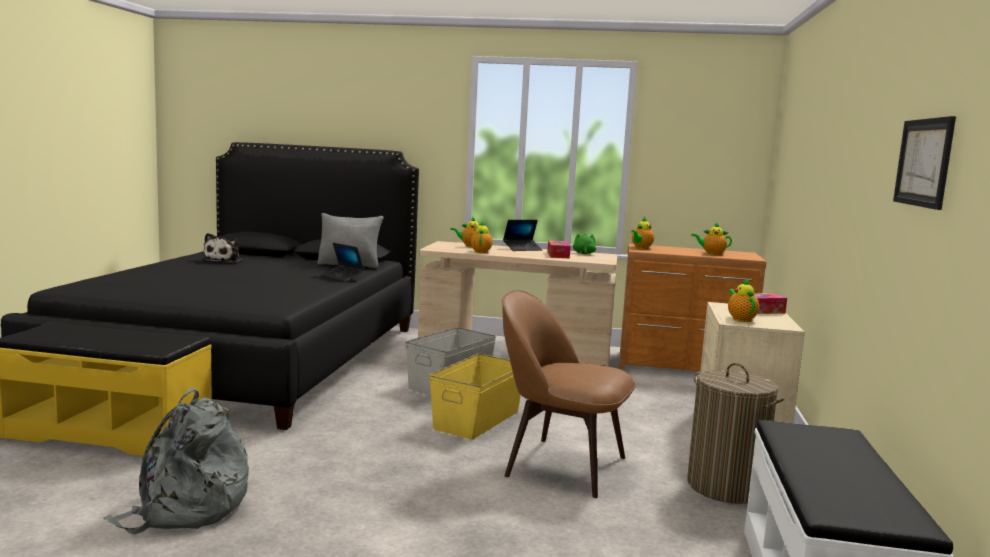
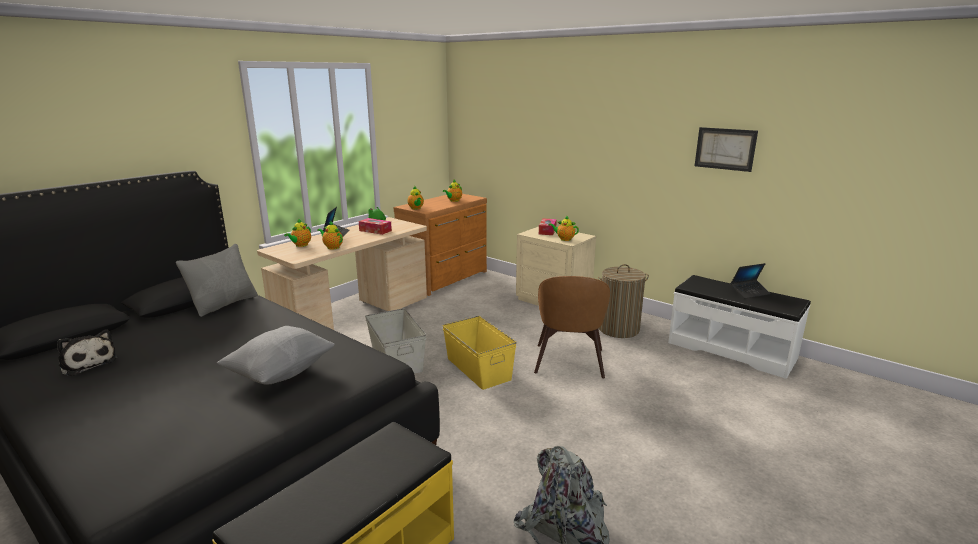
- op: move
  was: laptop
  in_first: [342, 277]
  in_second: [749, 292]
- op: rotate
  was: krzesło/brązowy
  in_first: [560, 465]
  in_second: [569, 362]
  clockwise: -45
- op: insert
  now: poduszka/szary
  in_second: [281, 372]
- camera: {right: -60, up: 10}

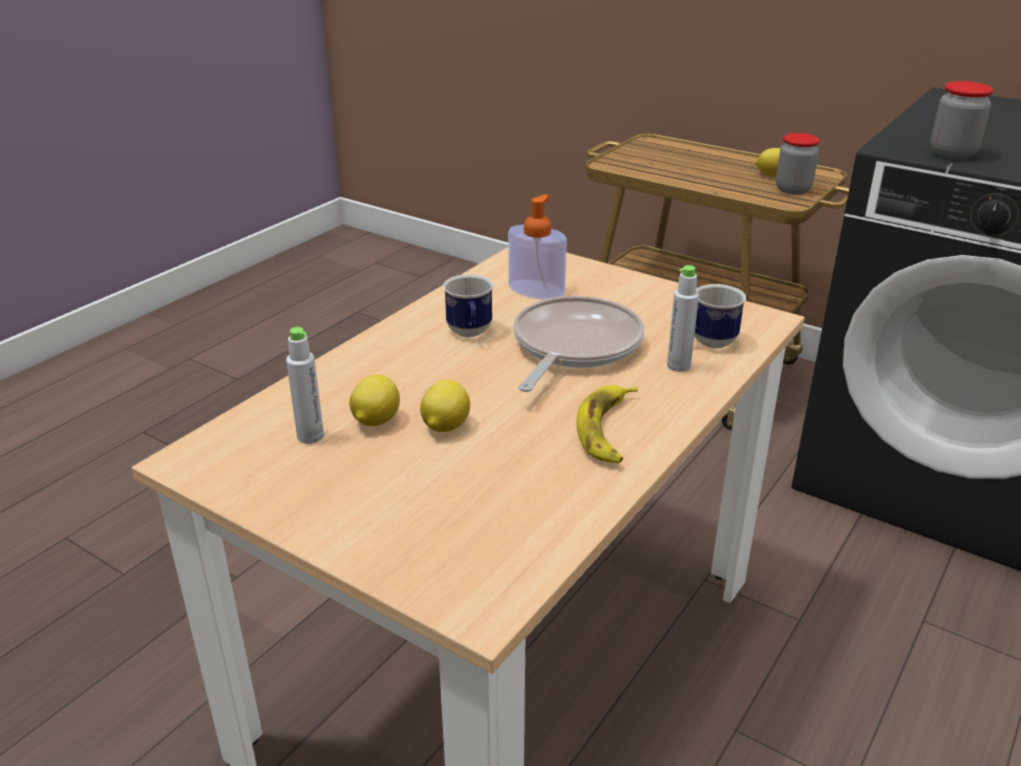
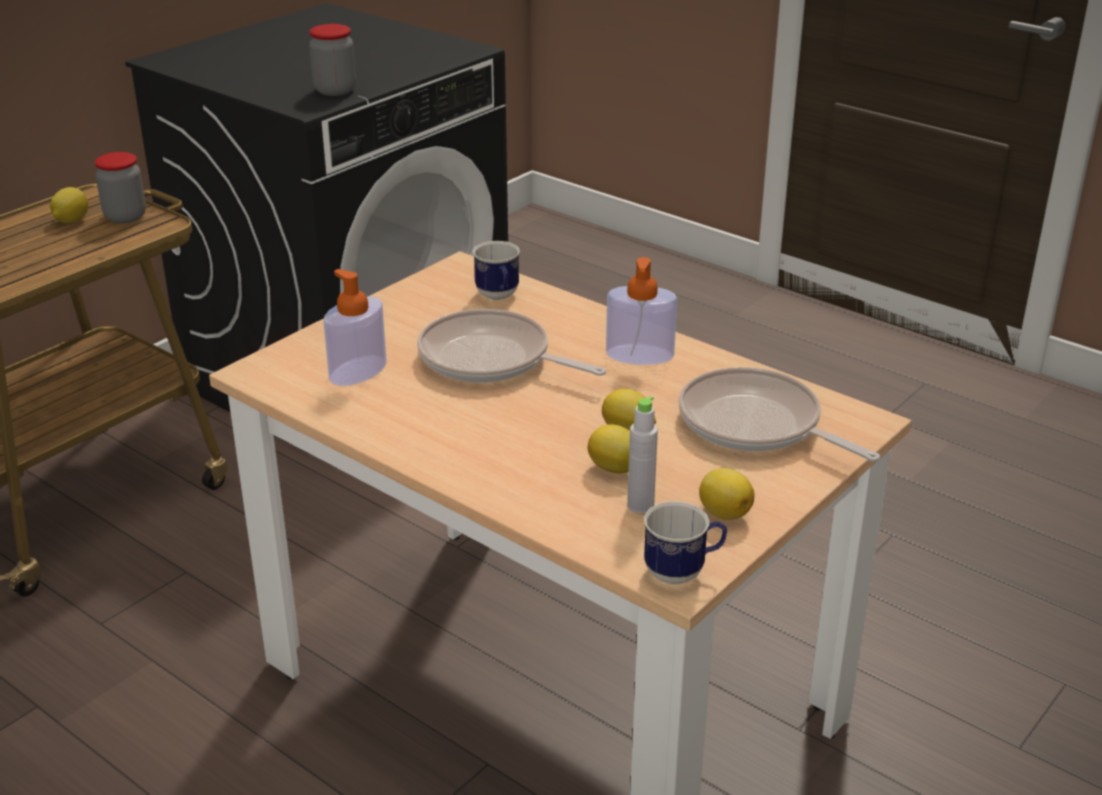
- op: delete
  was: butelka/szary
  in_first: [678, 366]
- op: move
  was: kubek
  in_first: [470, 334]
  in_second: [683, 572]
- op: replace
  was: banan
  now: dozownik mydła
  in_first: [608, 430]
  in_second: [639, 355]
- op: insert
  now: patelnia
  in_second: [756, 425]
- op: insert
  now: cytryna
  in_second: [723, 512]
- camera: {right: -85, up: 0}

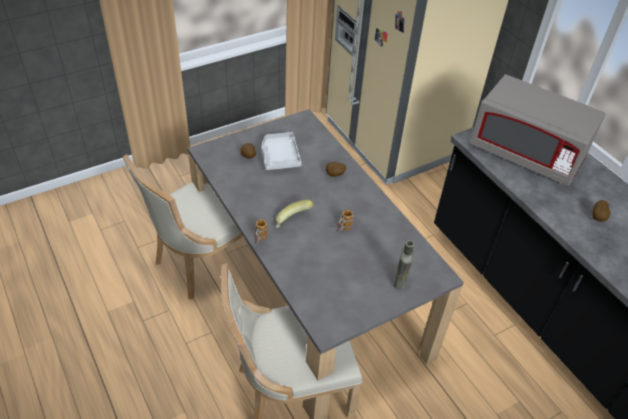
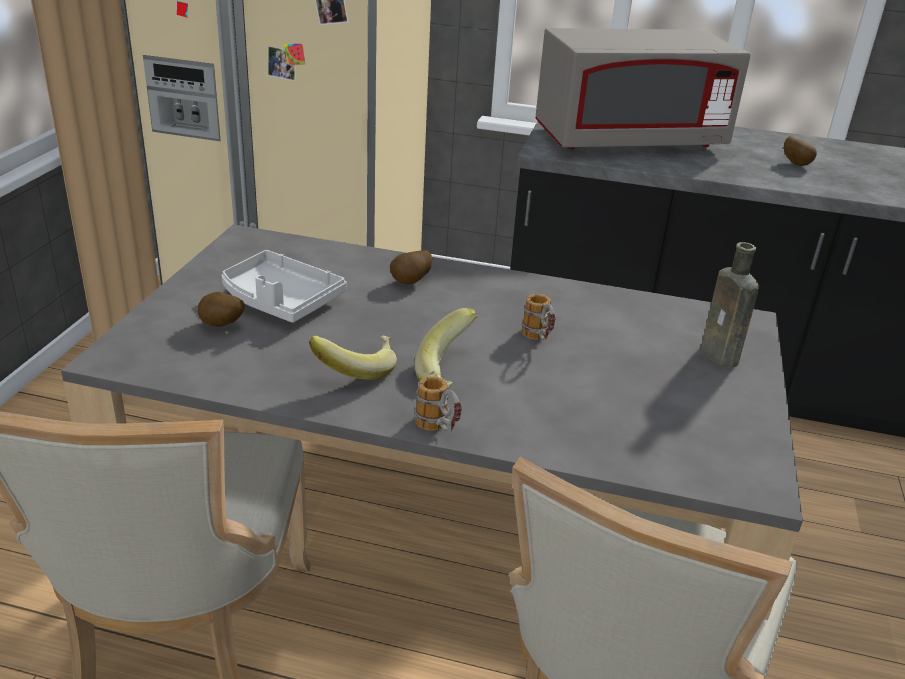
- op: insert
  now: banan
  in_second: [356, 369]
- camera: {right: -45, up: -15}

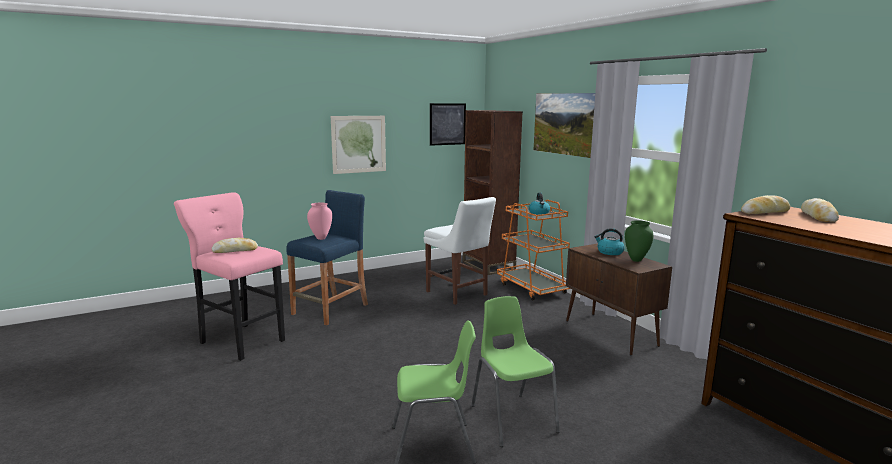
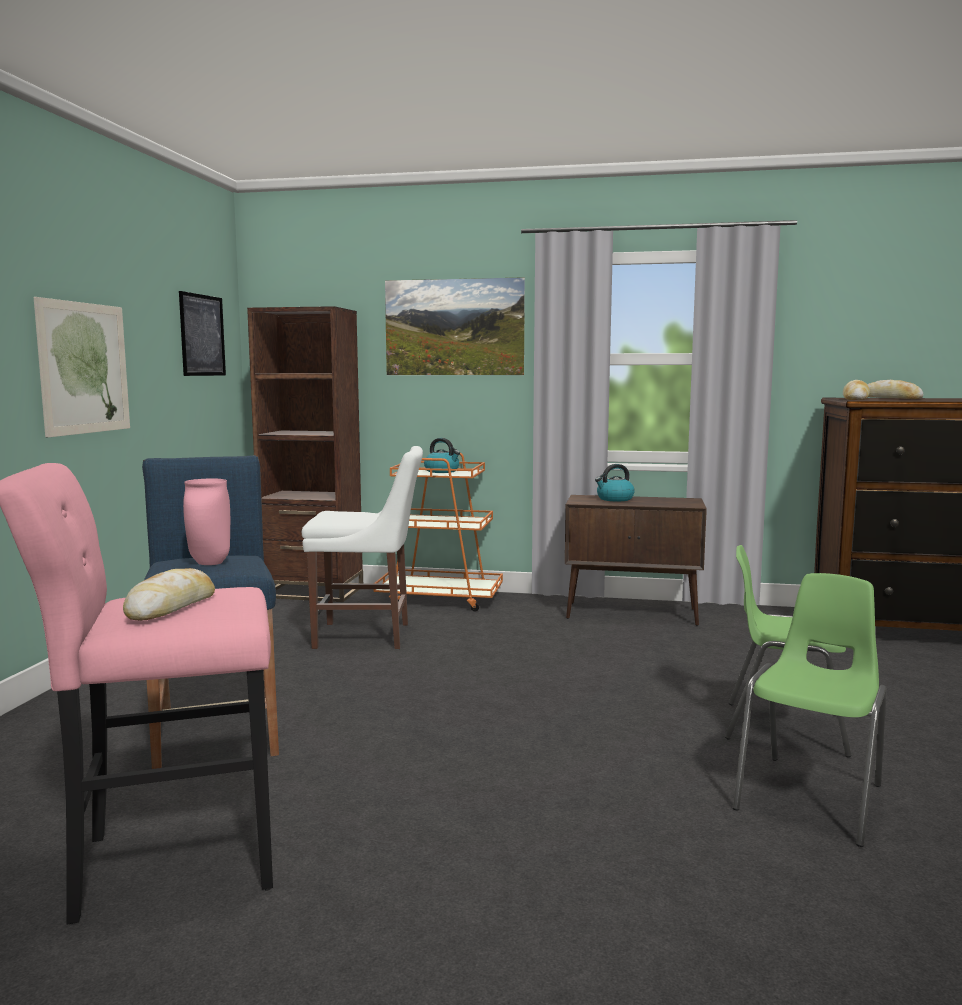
- op: delete
  was: wazon/zielony
  in_first: [636, 260]
- camera: {right: -50, up: -5}

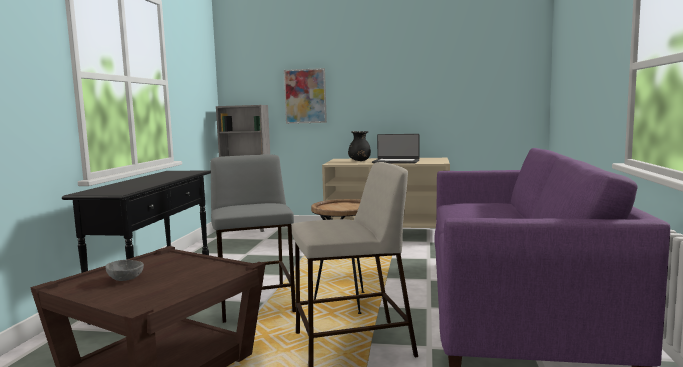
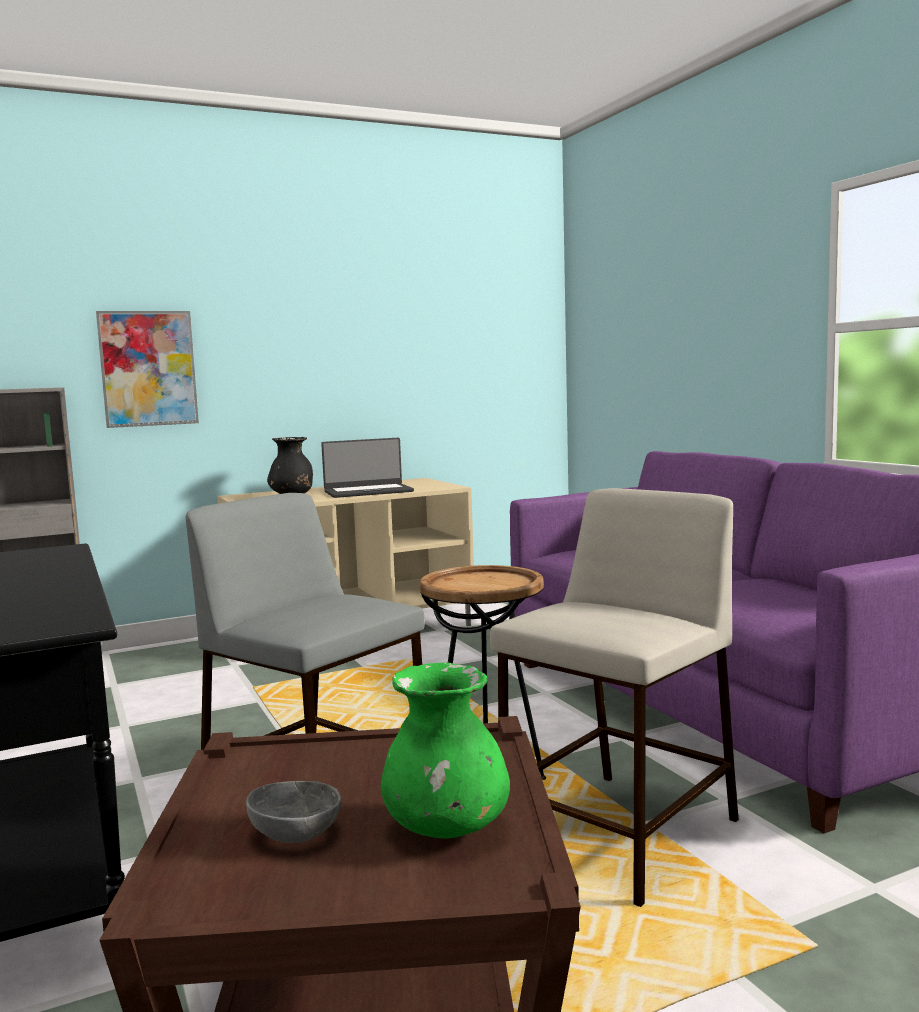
- op: insert
  now: wazon/zielony
  in_second: [447, 829]
- camera: {right: -35, up: 0}

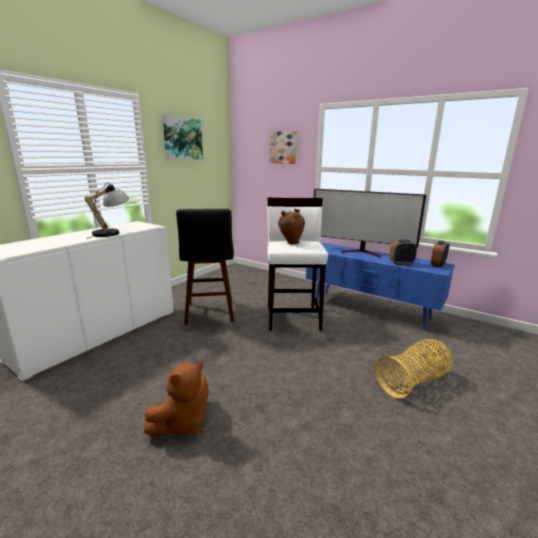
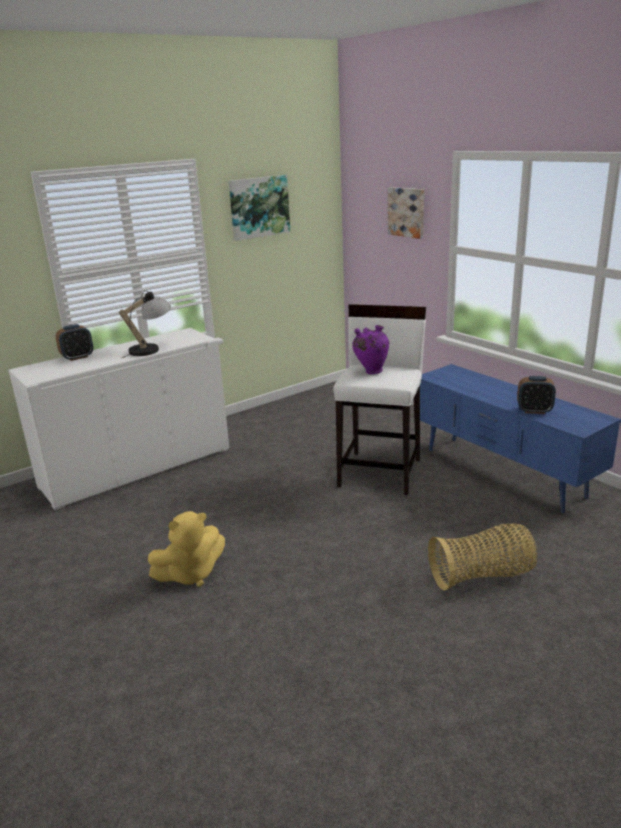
- op: delete
  was: telewizor
  in_first: [362, 252]
- op: delete
  was: stołek/czarny
  in_first: [209, 313]
- op: recolor
  was: wazon/brązowy
  now: wazon/fioletowy
  in_first: [290, 243]
  in_second: [371, 371]
- op: move
  was: budzik
  in_first: [438, 265]
  in_second: [77, 357]
- op: recolor
  was: pluszak/brązowy
  now: pluszak/żółty
  in_first: [182, 423]
  in_second: [191, 574]
- camera: {right: 20, up: 5}

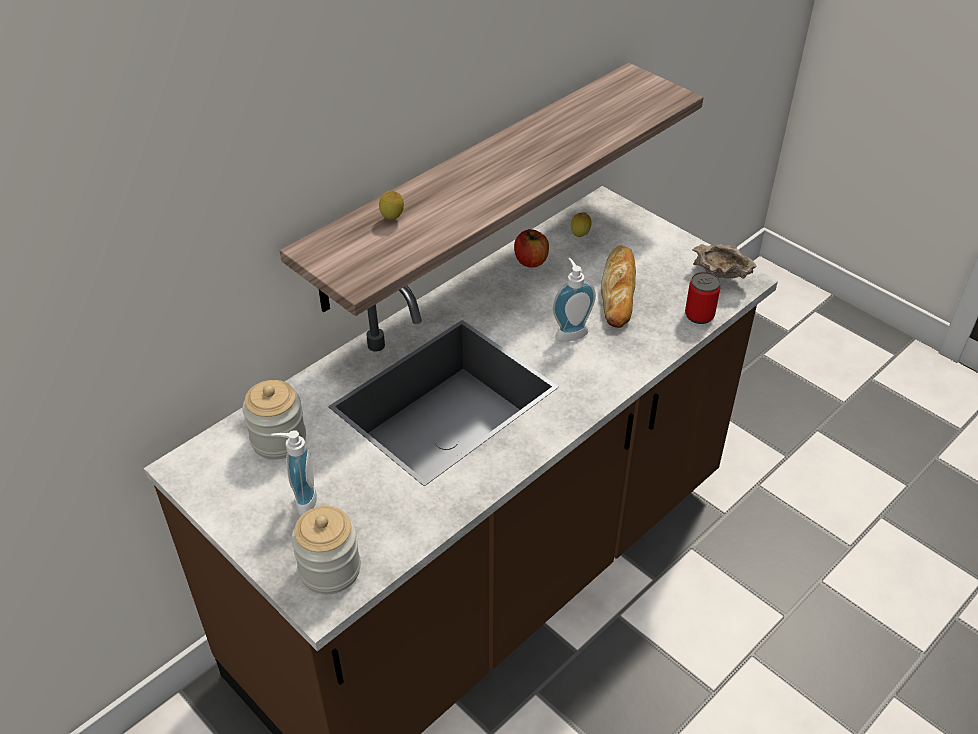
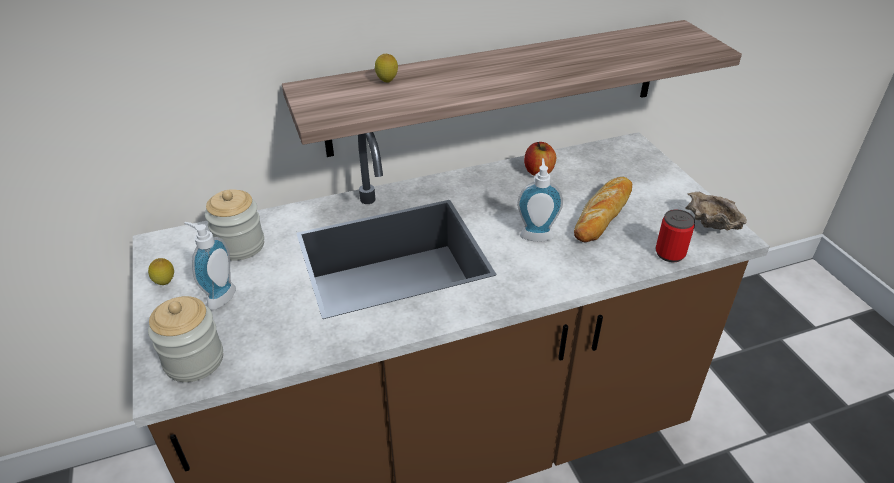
- op: move
  was: cytryna
  in_first: [580, 236]
  in_second: [165, 284]
- camera: {right: 25, up: -5}

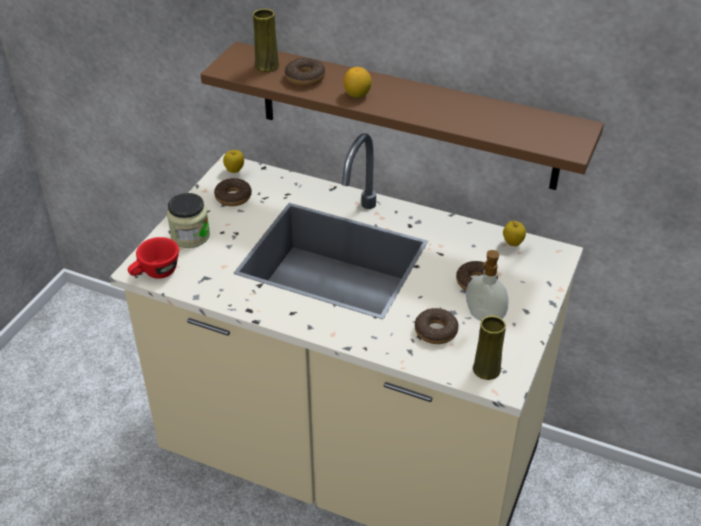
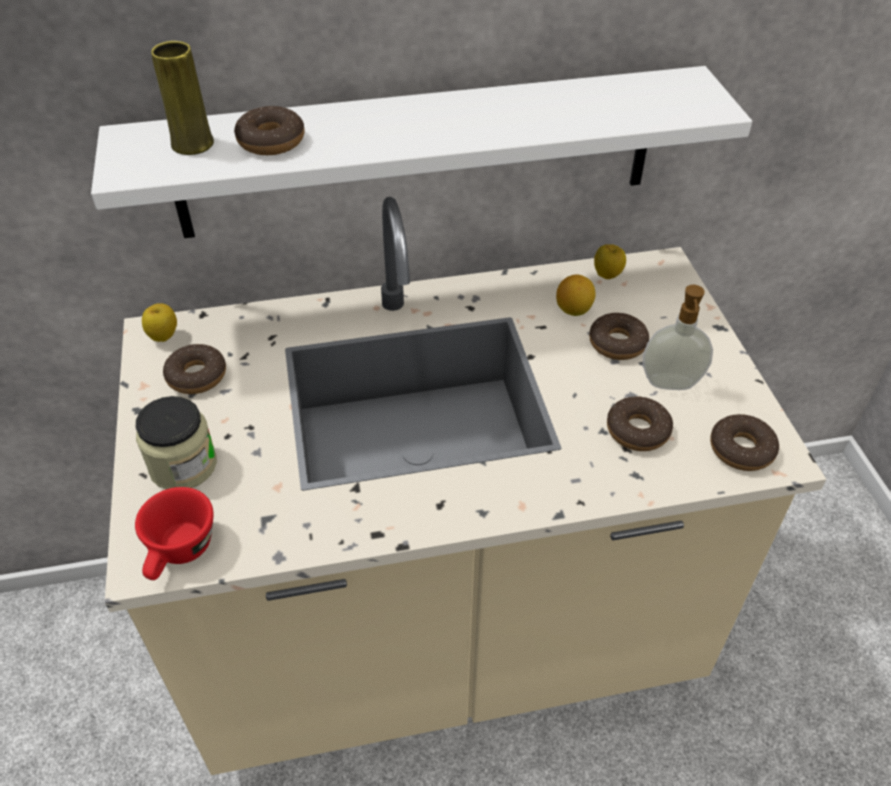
- op: recolor
  was: półka/brązowy
  now: półka/biały
  in_first: [406, 116]
  in_second: [418, 154]
- op: move
  was: cytryna
  in_first: [357, 95]
  in_second: [574, 310]
- op: replace
  was: wazon/żółty
  now: donut
  in_first: [486, 370]
  in_second: [741, 449]
- camera: {right: -35, up: 5}

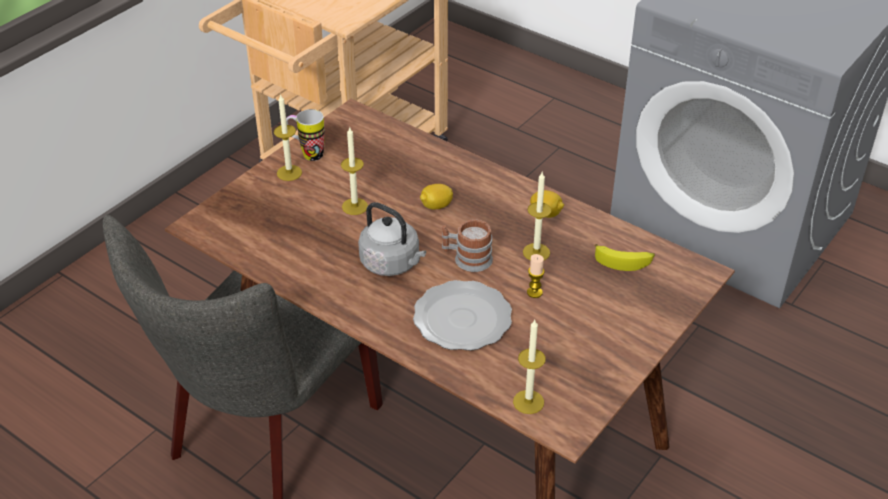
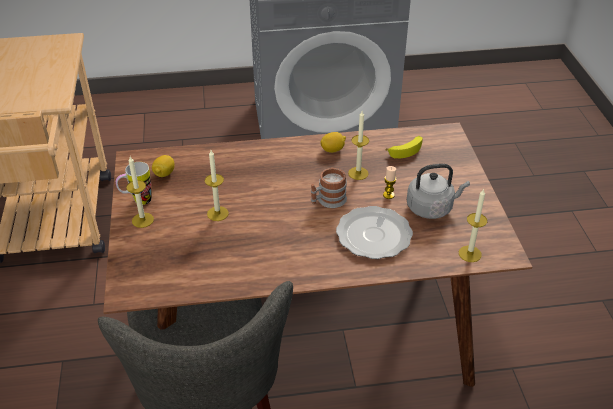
- op: move
  was: cytryna
  in_first: [436, 206]
  in_second: [164, 174]
- op: move
  was: czajnik/szary
  in_first: [392, 264]
  in_second: [432, 208]
- camera: {right: -45, up: 0}

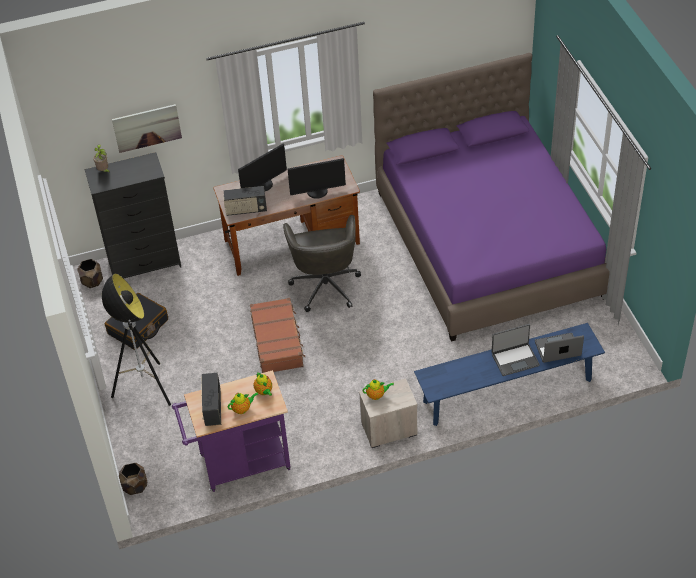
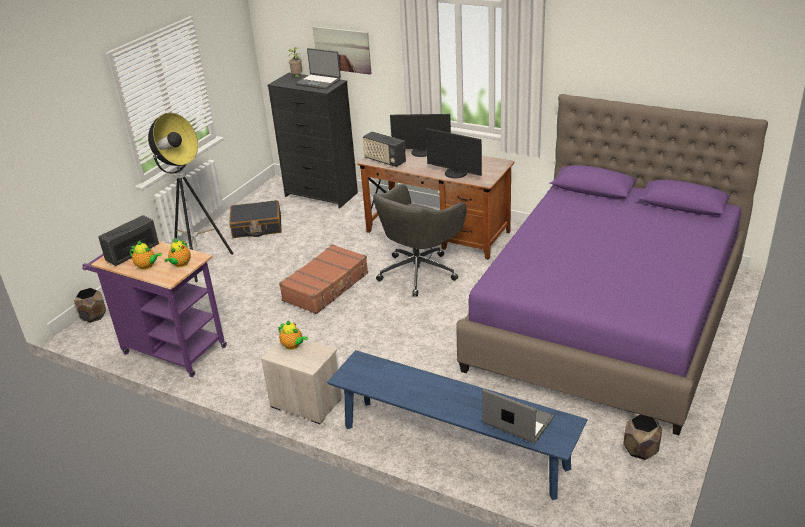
- op: move
  was: donica/brązowy
  in_first: [92, 282]
  in_second: [640, 450]
- op: move
  was: laptop
  in_first: [515, 359]
  in_second: [319, 82]
- camera: {right: 45, up: -15}

